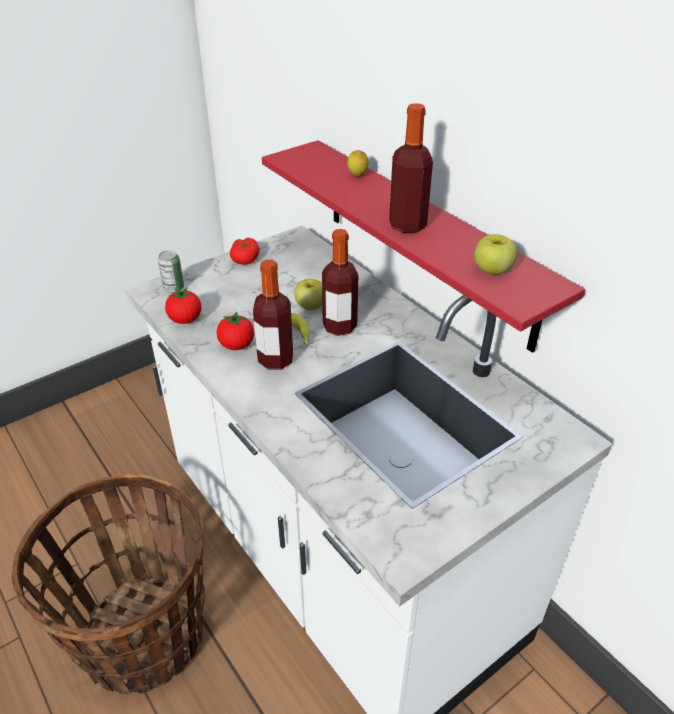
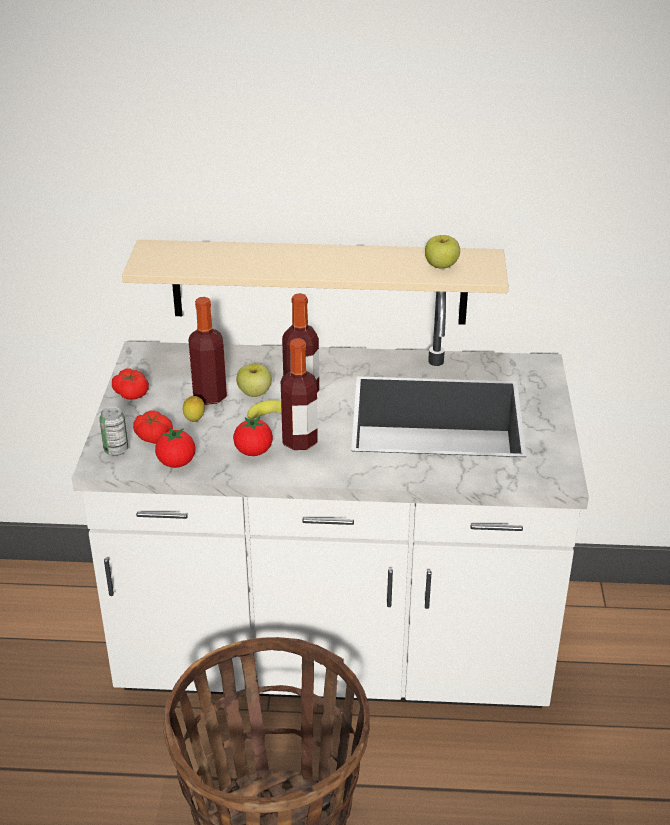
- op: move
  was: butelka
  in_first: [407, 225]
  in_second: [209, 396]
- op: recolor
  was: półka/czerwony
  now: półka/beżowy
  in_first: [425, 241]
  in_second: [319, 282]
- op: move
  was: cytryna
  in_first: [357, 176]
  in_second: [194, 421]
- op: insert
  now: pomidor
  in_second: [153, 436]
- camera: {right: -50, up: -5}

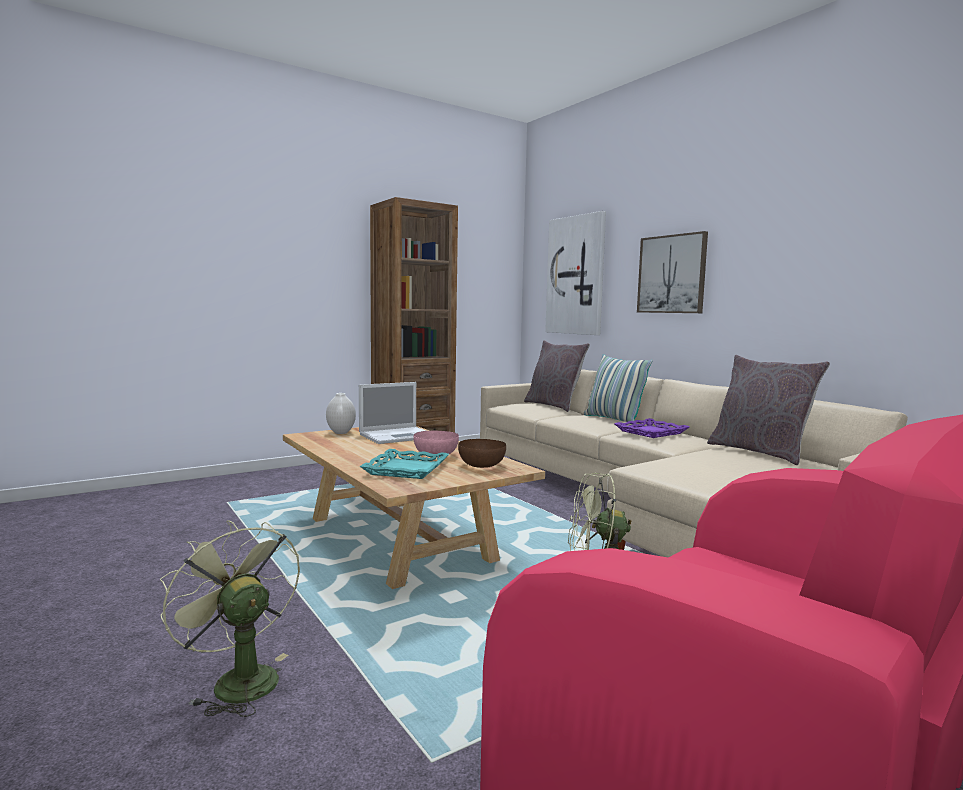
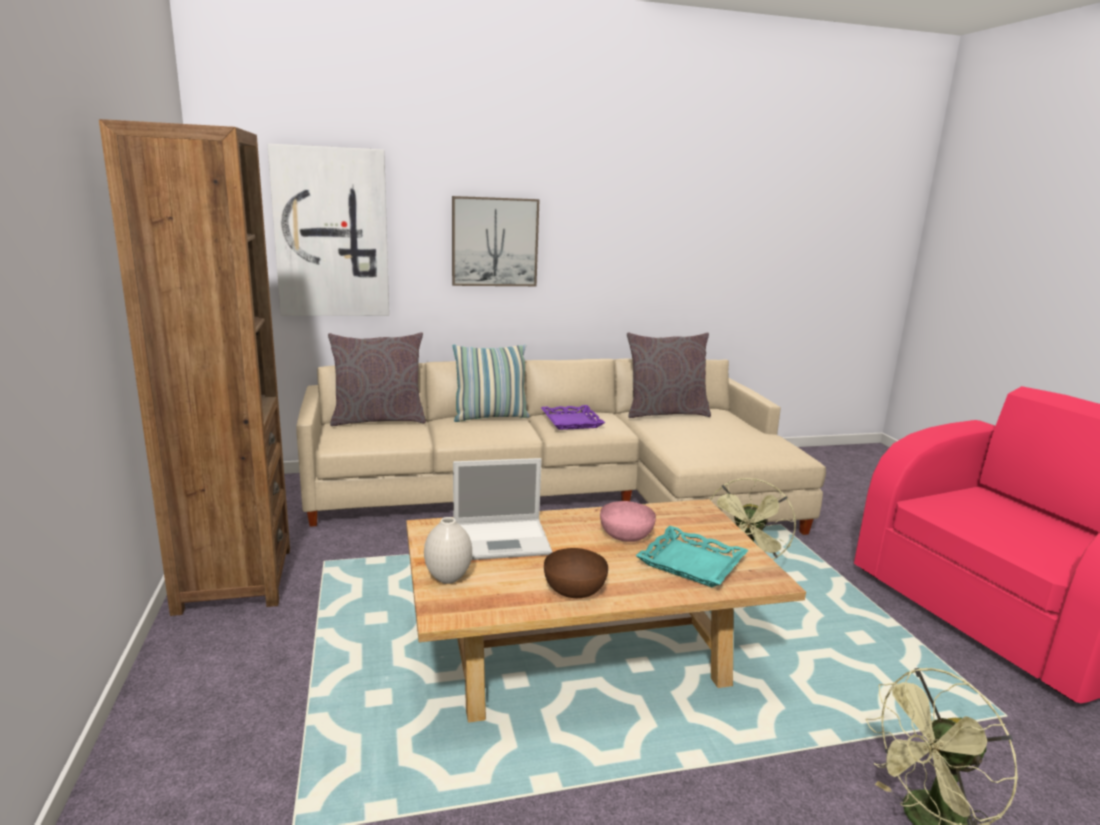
- op: rotate
  was: laptop
  in_first: [399, 436]
  in_second: [503, 539]
  clockwise: 90
- op: move
  was: miska/brązowy
  in_first: [482, 465]
  in_second: [573, 589]
- camera: {right: -70, up: 10}

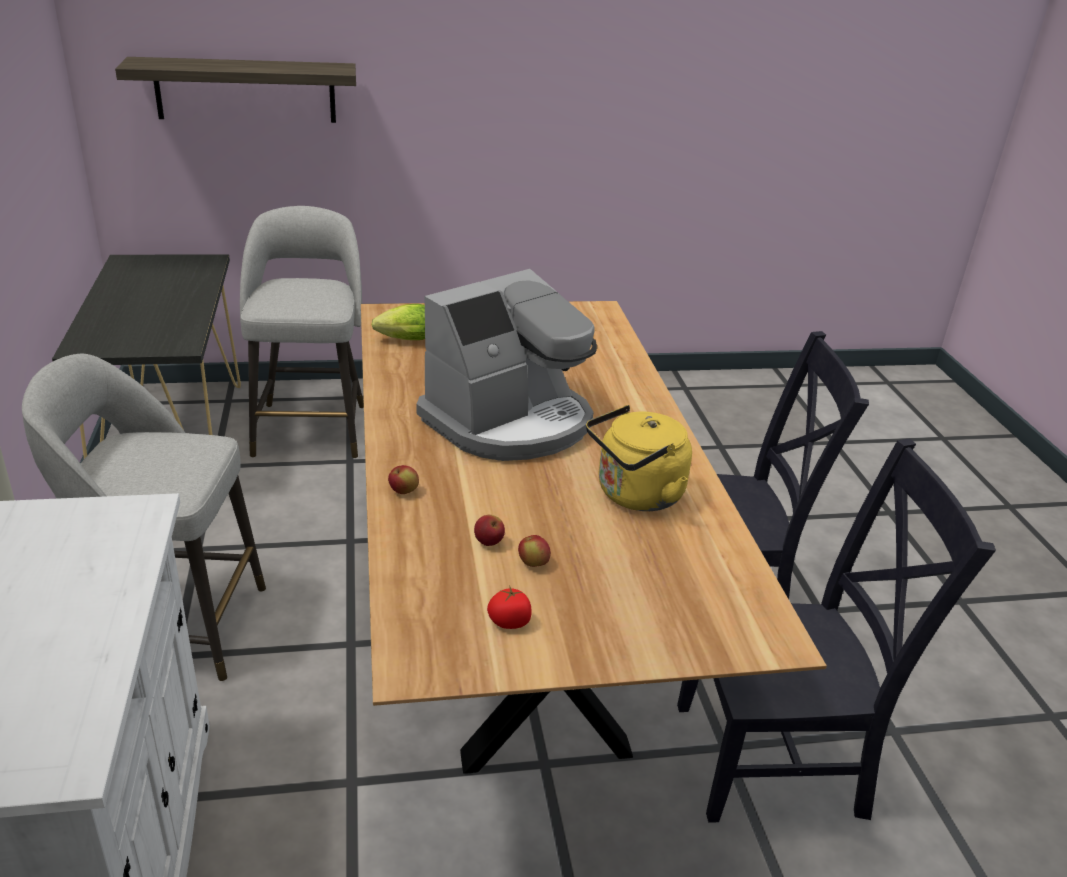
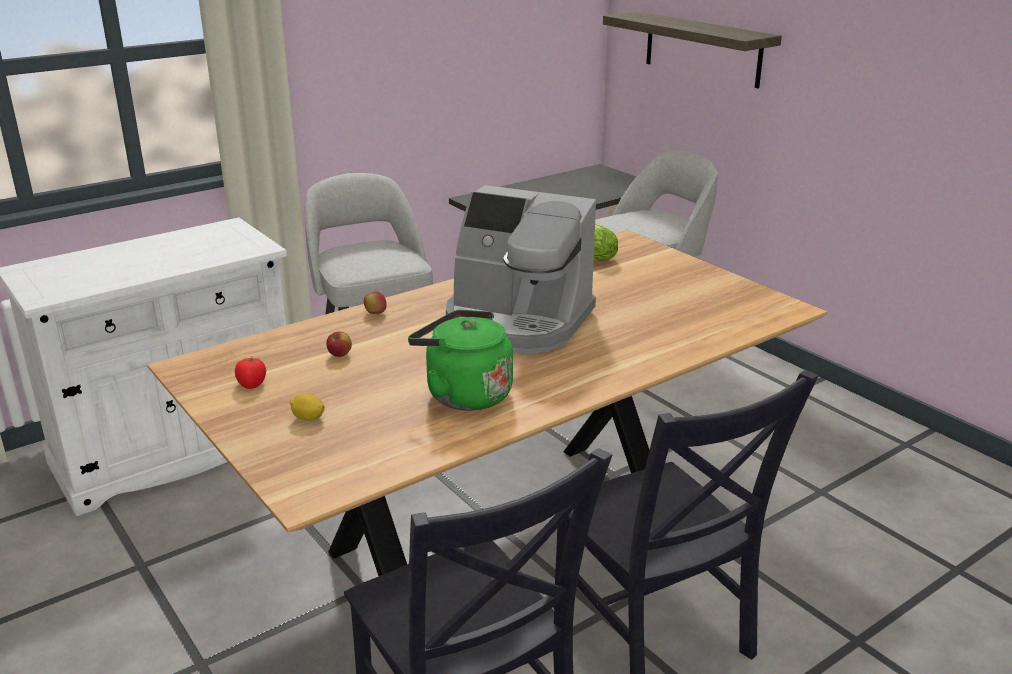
- op: recolor
  was: czajnik/żółty
  now: czajnik/zielony
  in_first: [635, 495]
  in_second: [464, 394]
- op: delete
  was: jabłko
  in_first: [533, 564]
- op: insert
  now: cytryna
  in_second: [308, 418]
- camera: {right: 65, up: -5}

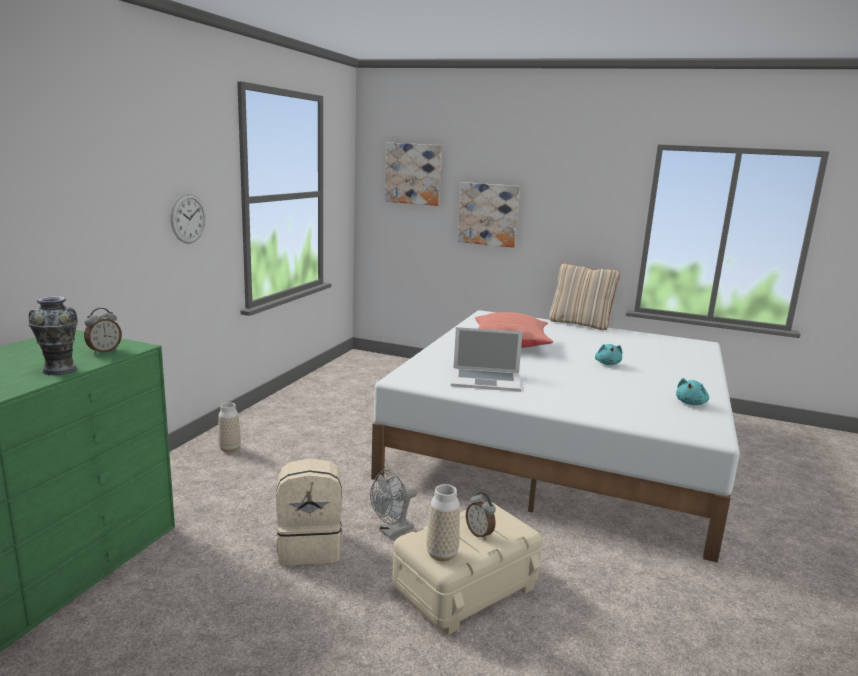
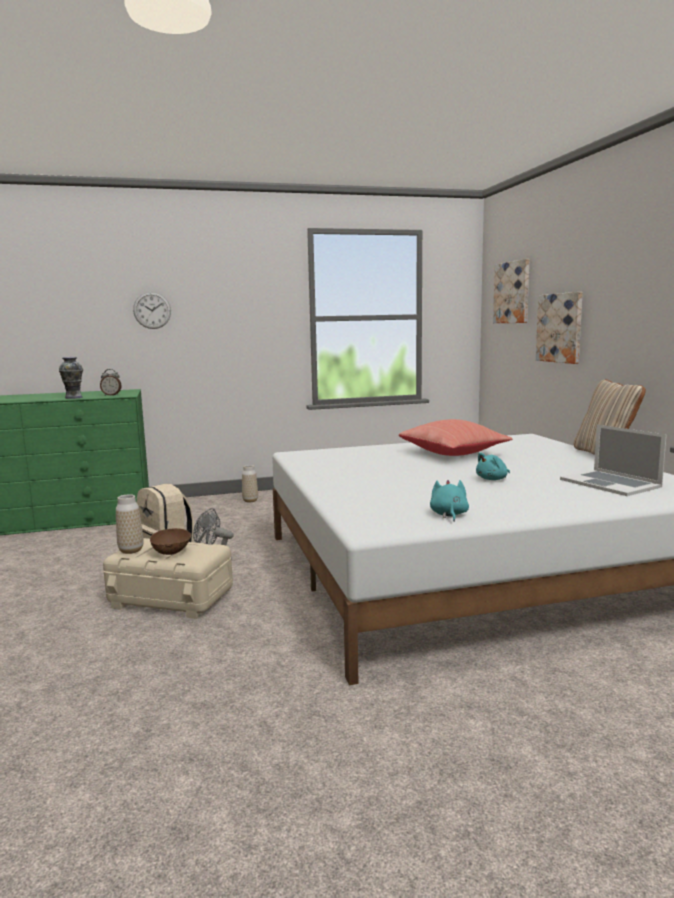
- op: move
  was: zegar ścienny
  in_first: [188, 218]
  in_second: [152, 310]
- op: move
  was: laptop
  in_first: [485, 380]
  in_second: [610, 483]
- op: rotate
  was: pluszak/turkusowy
  in_first: [691, 403]
  in_second: [448, 515]
  clockwise: 90
- op: replace
  was: budzik
  now: miska/brązowy
  in_first: [480, 533]
  in_second: [172, 552]
- camera: {right: 55, up: -5}

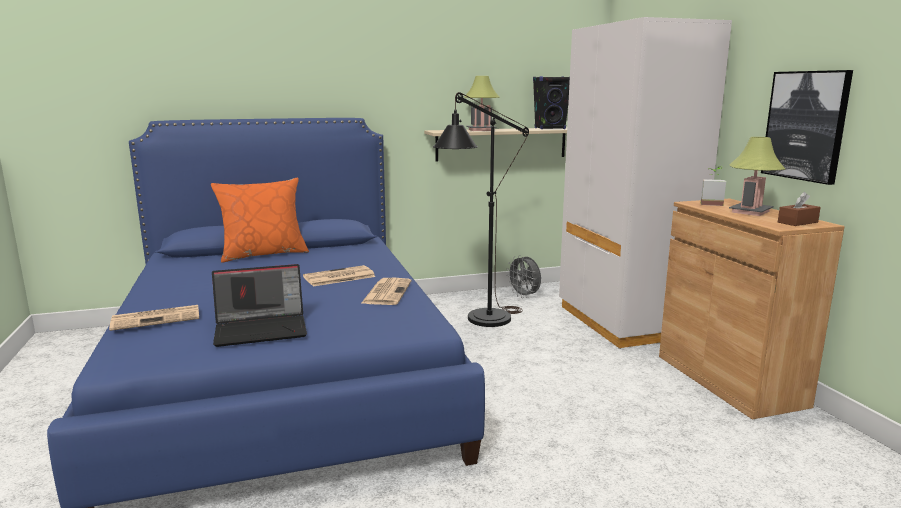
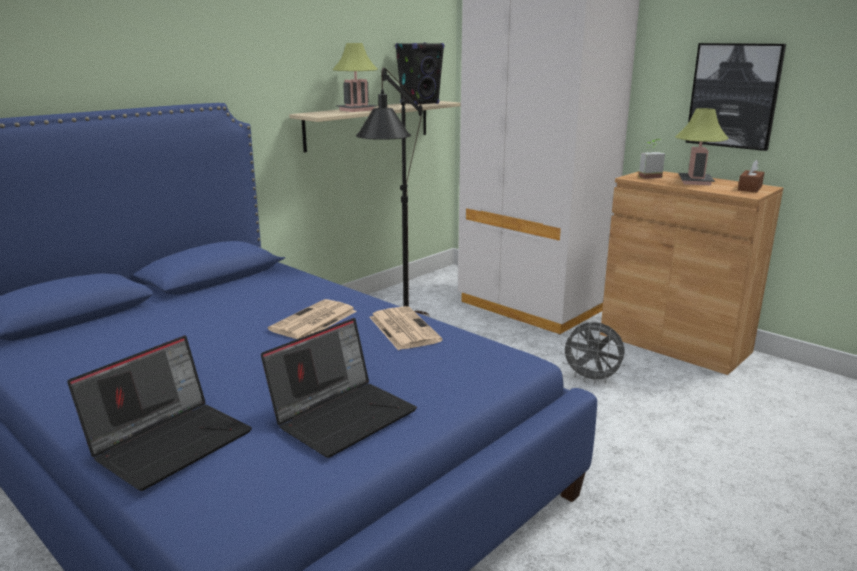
- op: delete
  was: poduszka/pomarańczowy
  in_first: [263, 254]
- op: move
  was: wentylator/szary
  in_first: [524, 296]
  in_second: [592, 379]
- op: replace
  was: gazeta
  now: laptop
  in_first: [157, 318]
  in_second: [170, 441]
- camera: {right: -30, up: 5}

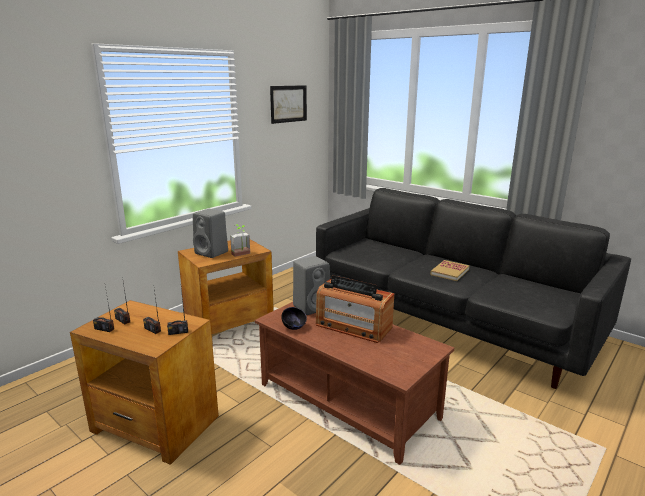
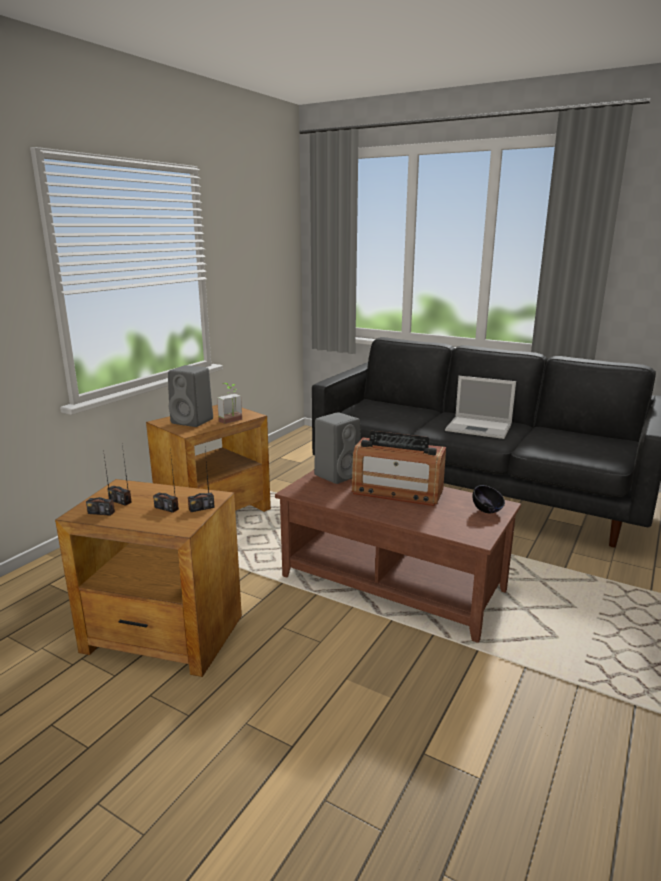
- op: delete
  was: obraz
  in_first: [288, 104]
- op: replace
  was: książka
  now: laptop
  in_first: [449, 272]
  in_second: [480, 428]
- op: move
  was: miska/czarny
  in_first: [294, 327]
  in_second: [487, 511]
- camera: {right: -10, up: 0}

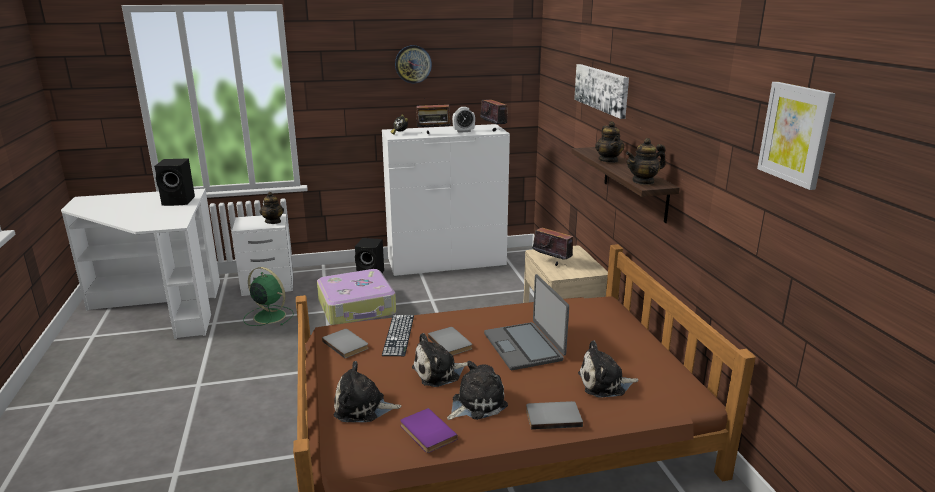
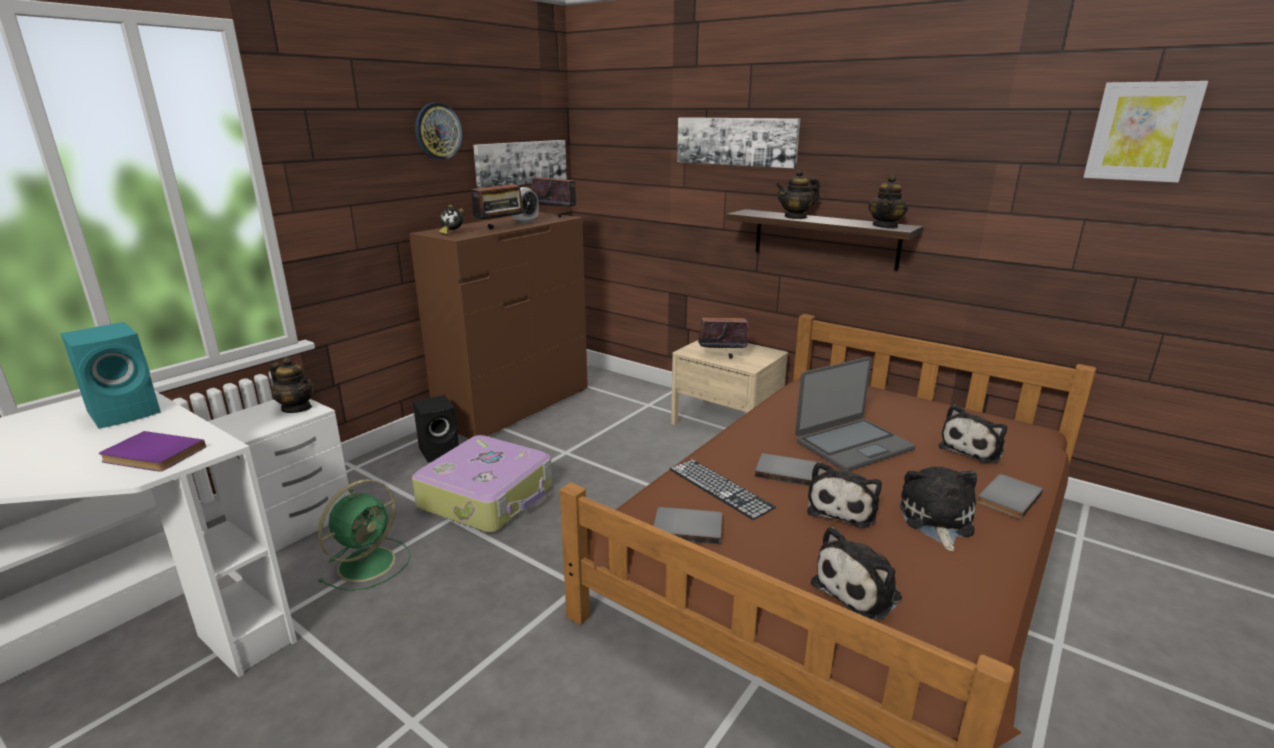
- op: rotate
  was: imbryk
  in_first: [608, 160]
  in_second: [796, 217]
  clockwise: 120
- op: recolor
  was: komoda/biały
  now: komoda/brązowy
  in_first: [446, 263]
  in_second: [515, 407]
- op: recolor
  was: głośnik/czarny
  now: głośnik/turkusowy
  in_first: [179, 201]
  in_second: [127, 412]
- op: rotate
  was: wentylator/zielony
  in_first: [268, 316]
  in_second: [369, 562]
  clockwise: 135
- op: rotate
  was: laptop
  in_first: [524, 346]
  in_second: [852, 445]
  clockwise: -60
- op: move
  was: książka/fioletowy
  in_first: [426, 433]
  in_second: [151, 455]
- op: insert
  now: obraz
  in_second: [521, 163]
- camera: {right: -40, up: 0}

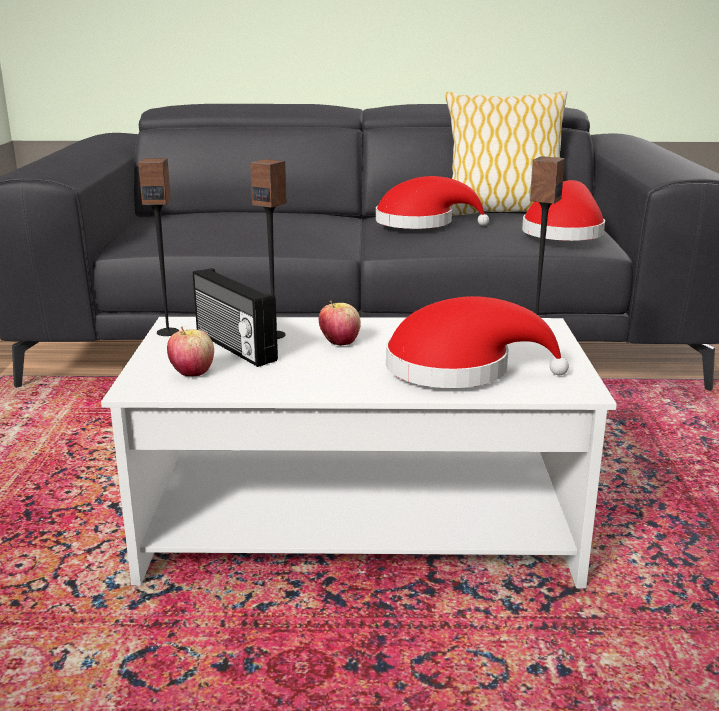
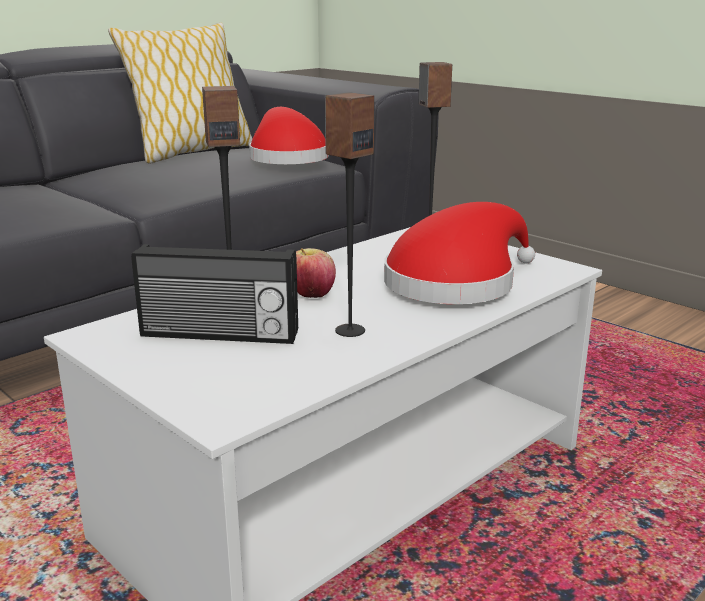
- op: move
  was: głośnik
  in_first: [168, 332]
  in_second: [349, 330]
- op: delete
  was: kapelusz/czerwony
  in_first: [421, 223]
- op: delete
  was: jabłko
  in_first: [192, 373]
- camera: {right: -45, up: 0}

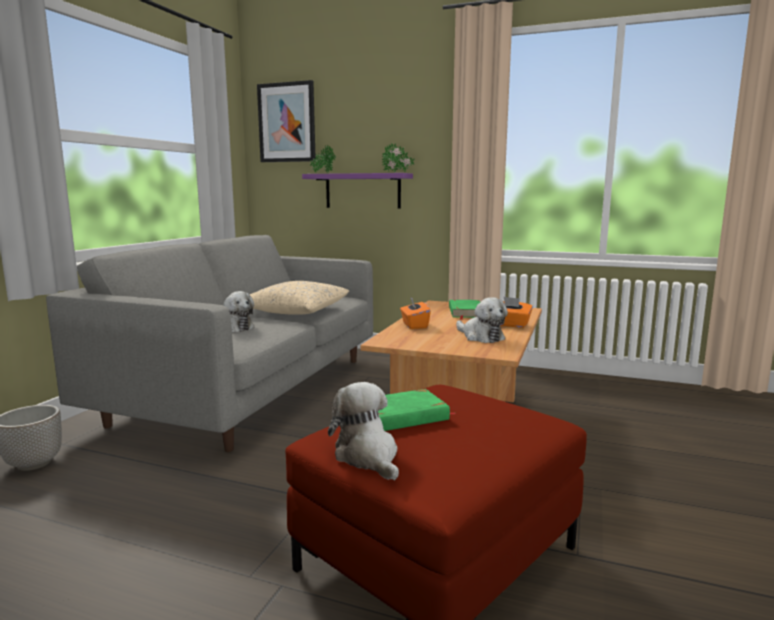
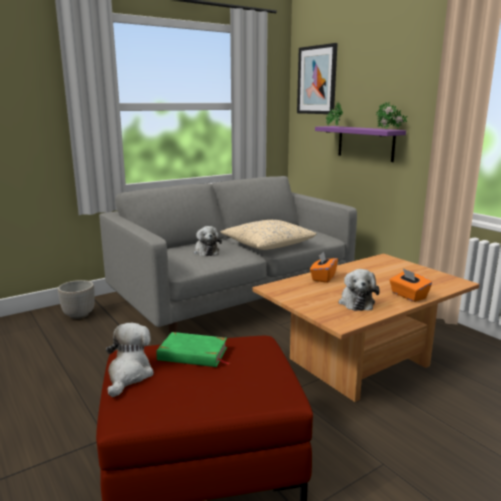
- op: delete
  was: książka/zielony
  in_first: [465, 312]
- camera: {right: 35, up: 5}

